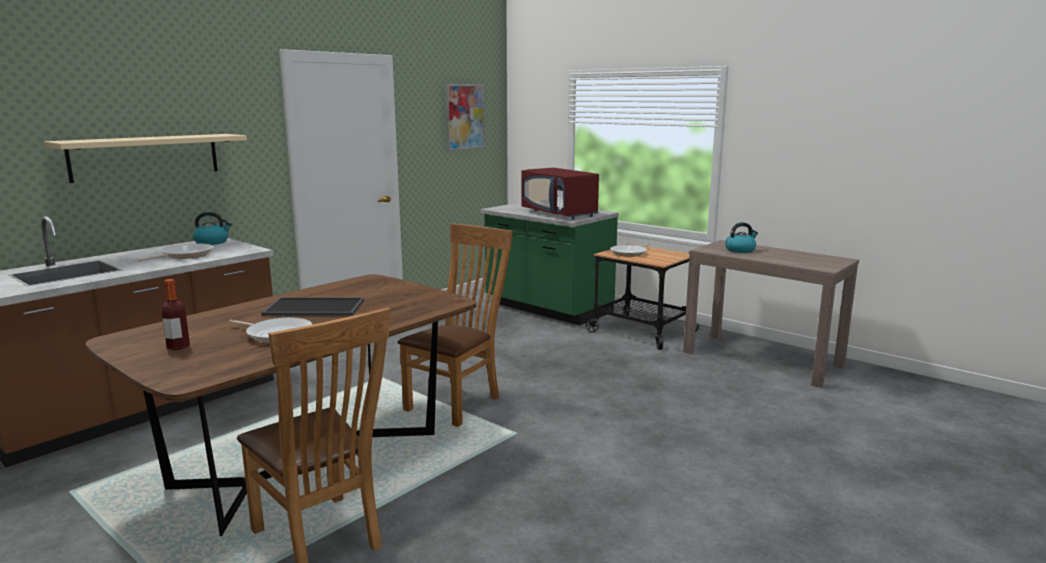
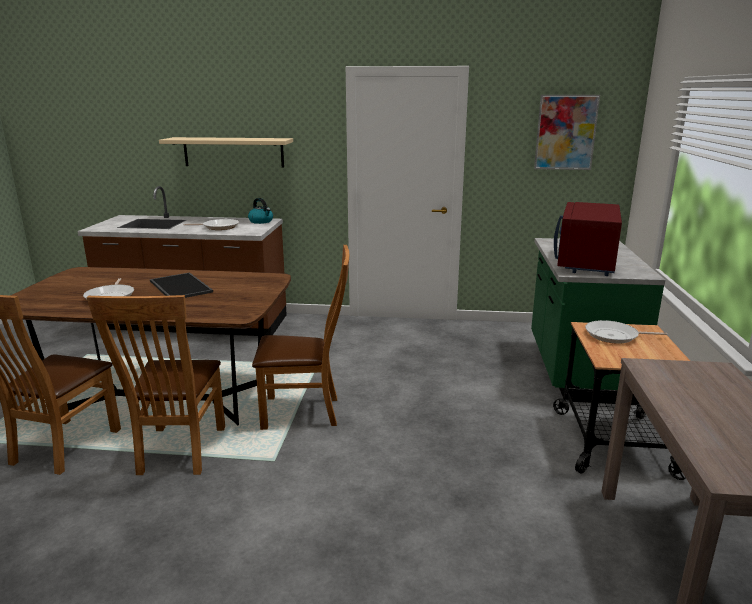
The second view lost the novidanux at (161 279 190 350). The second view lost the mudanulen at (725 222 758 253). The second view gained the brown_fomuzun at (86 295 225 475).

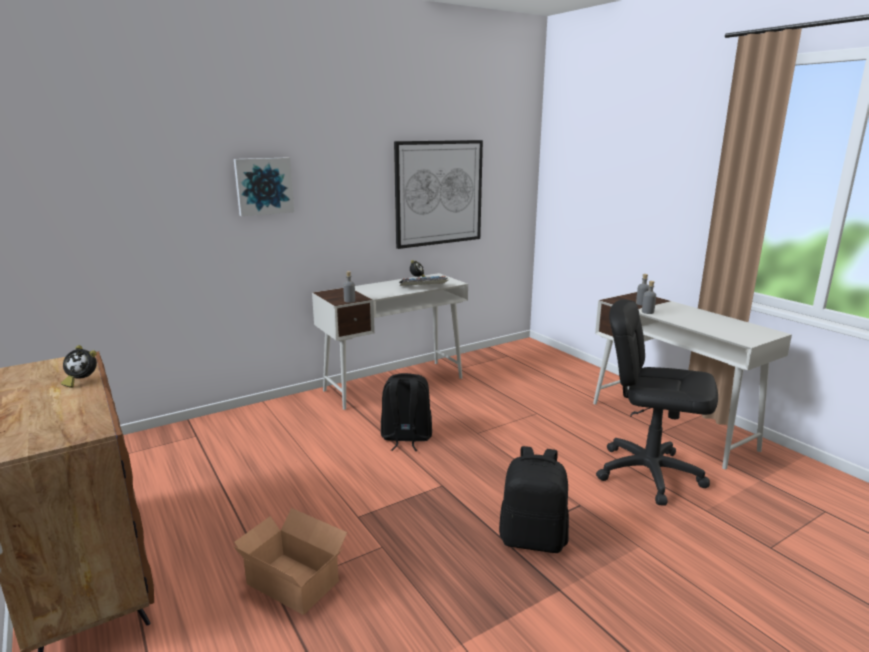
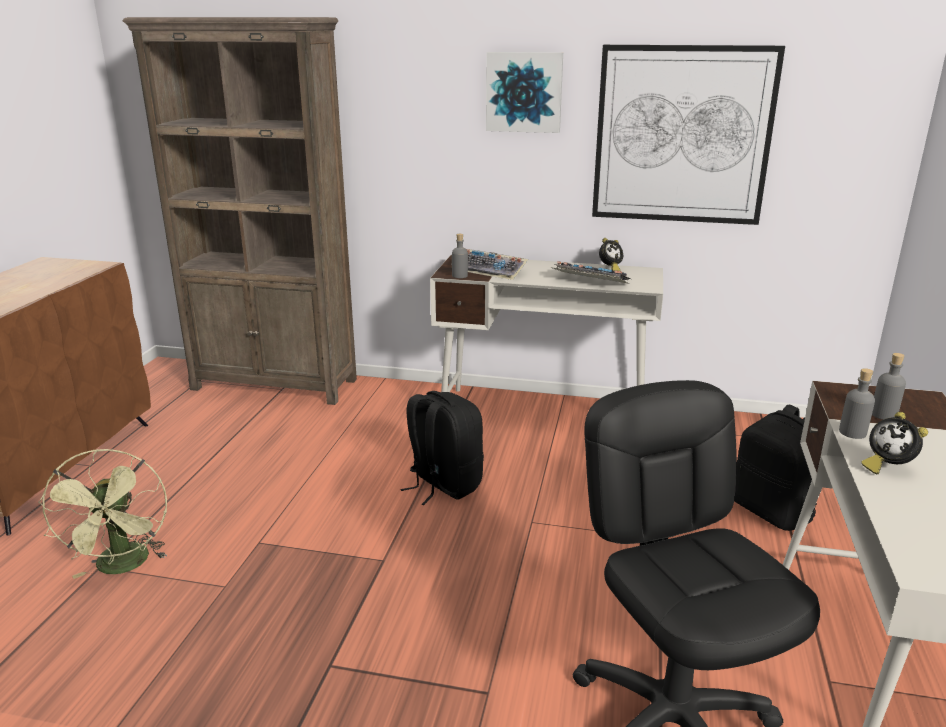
The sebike ended up elsewhere, having gone from (61 345 97 388) to (861 412 928 474). Where the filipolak stood at (233 508 347 615), the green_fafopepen came to stand at (38 449 167 579). The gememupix ended up elsewhere, having gone from (234 157 294 216) to (486 52 563 133). The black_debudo ended up elsewhere, having gone from (499 446 569 553) to (734 405 817 531). The second view gained the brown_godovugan at (123 17 357 405). The second view gained the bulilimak at (451 249 528 280).

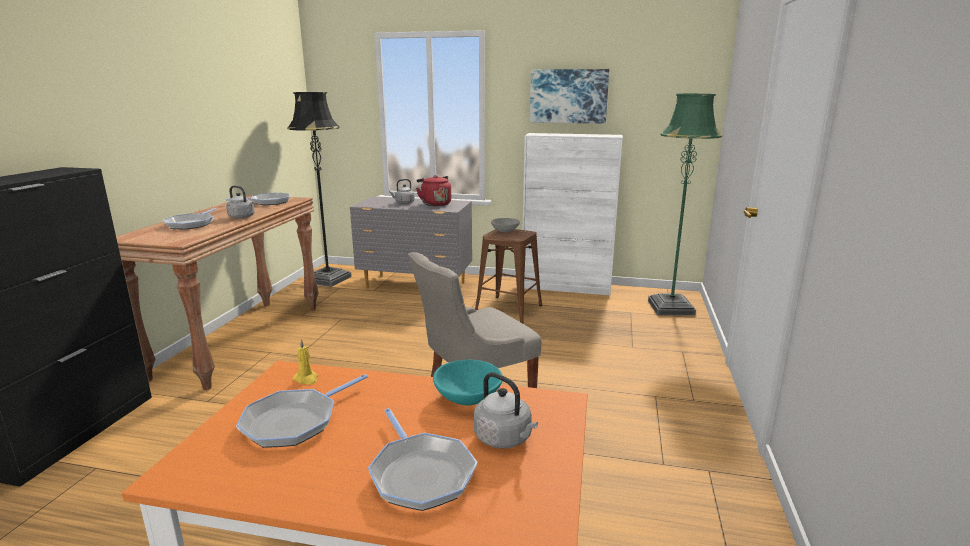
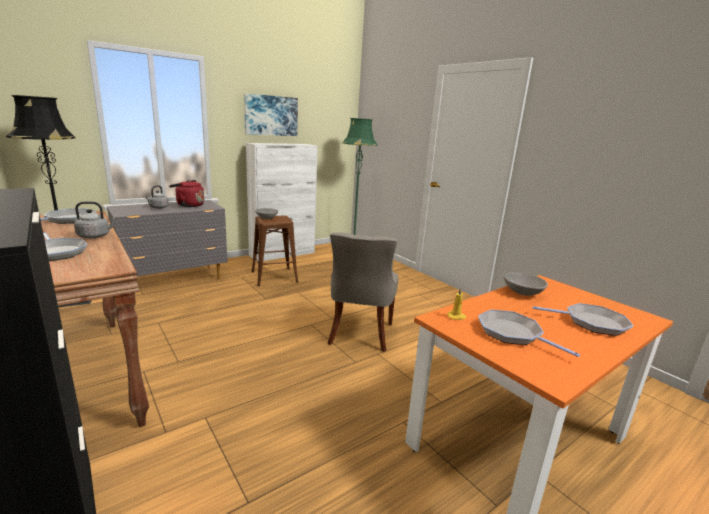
The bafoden at (236 374 368 448) ended up facing another way, 150 degrees clockwise from before. What was the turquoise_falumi at (433 360 502 405) turned into the grey_falumi at (504 272 548 296). The second view lost the grey_mudanulen at (474 372 538 448).

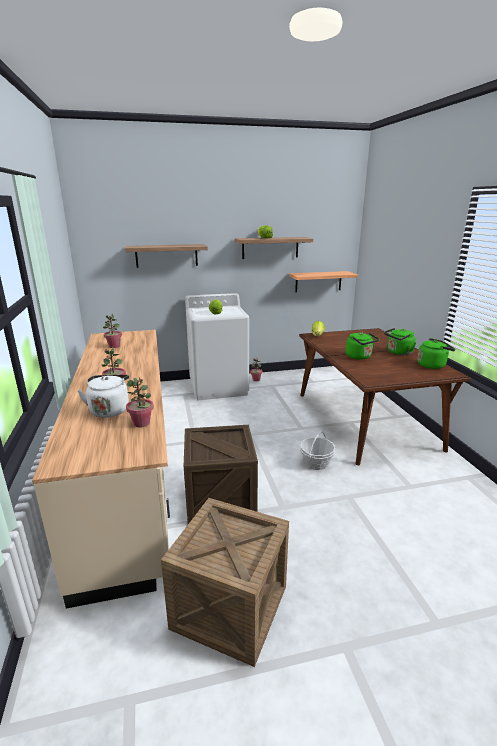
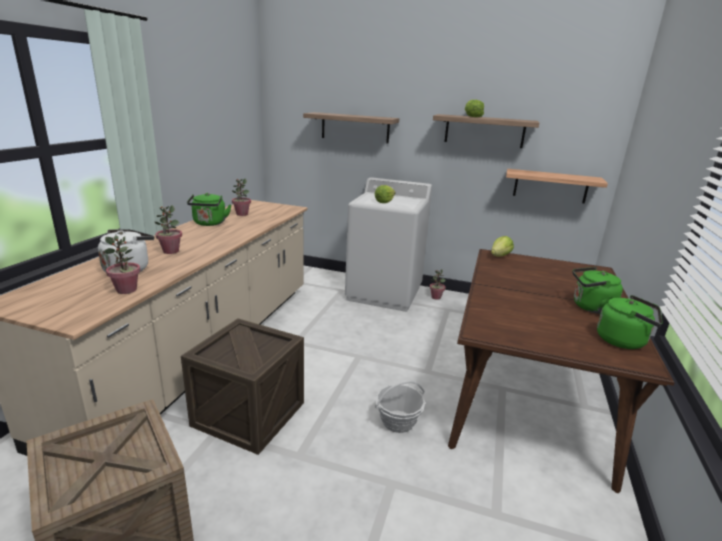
The green_mudanulen ended up elsewhere, having gone from (346 332 379 360) to (187 193 231 226).

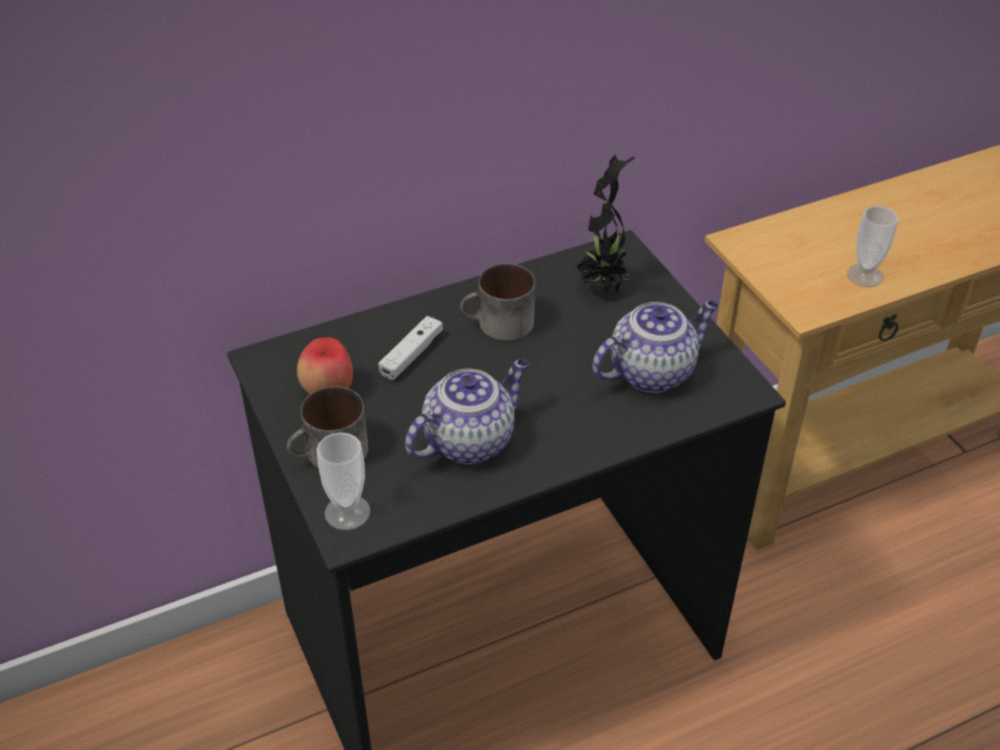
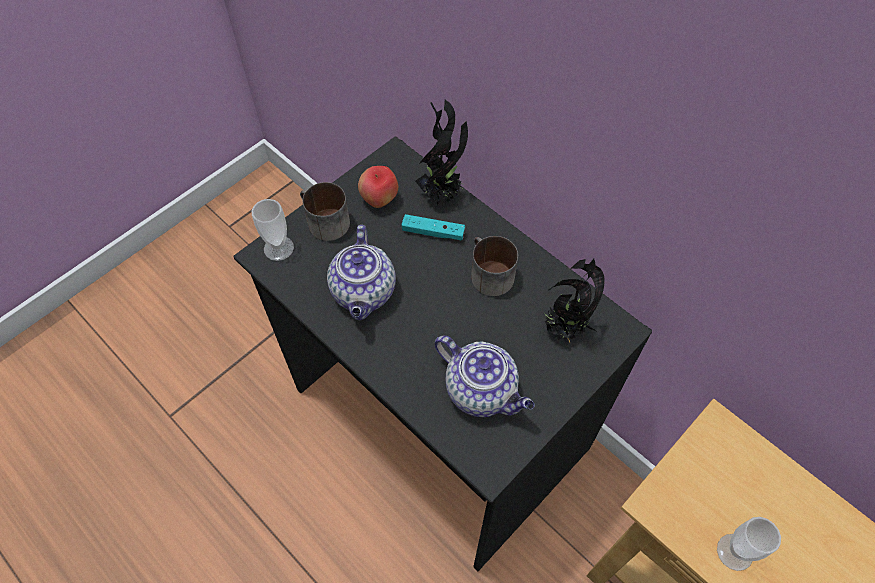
What was the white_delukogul at (378 316 443 380) turned into the turquoise_delukogul at (401 214 465 241). The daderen at (405 359 529 464) ended up facing another way, 60 degrees clockwise from before. The second view gained the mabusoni at (415 99 468 205).

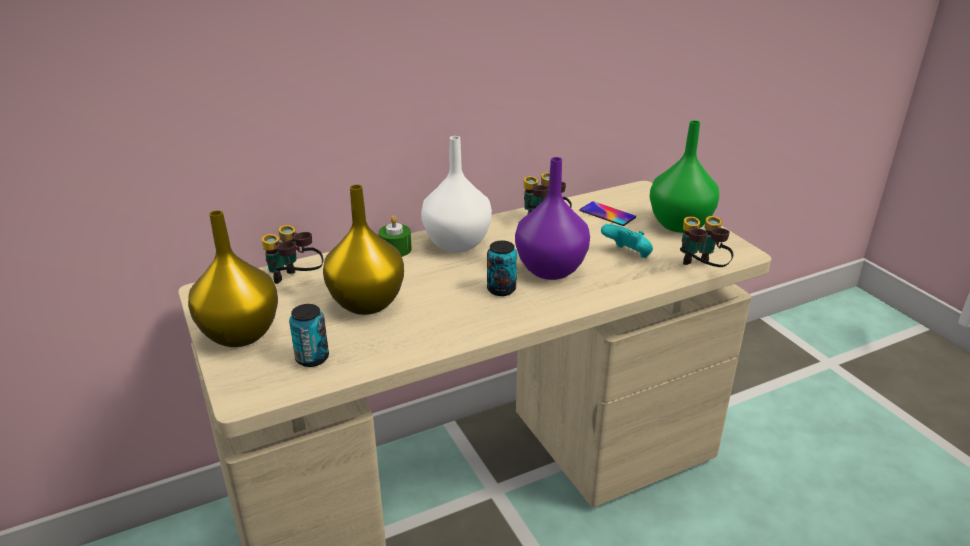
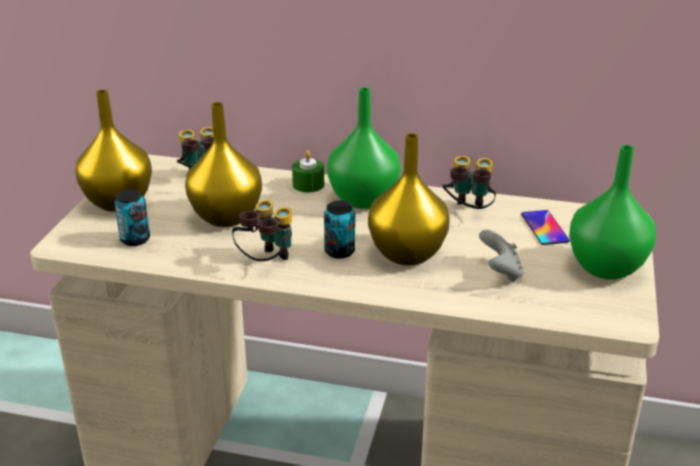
What was the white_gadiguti at (421 136 492 253) turned into the green_gadiguti at (327 88 401 209). What was the purple_gadiguti at (515 157 590 280) turned into the yellow_gadiguti at (368 133 450 265). What was the turquoise_delukogul at (601 224 653 258) turned into the grey_delukogul at (479 229 524 282). The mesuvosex ended up elsewhere, having gone from (680 216 733 267) to (232 200 292 261).

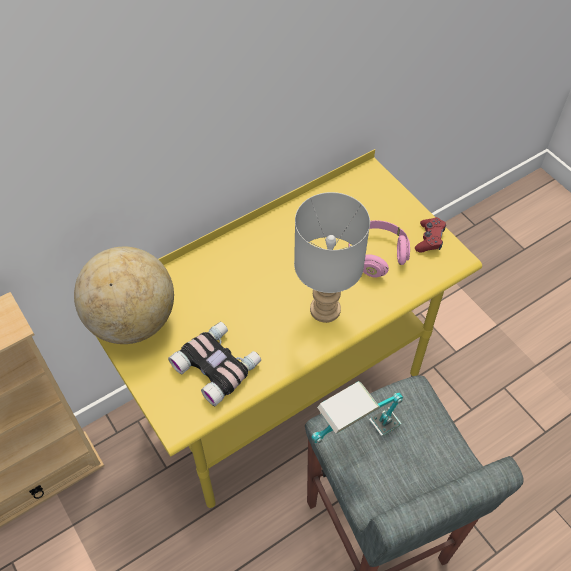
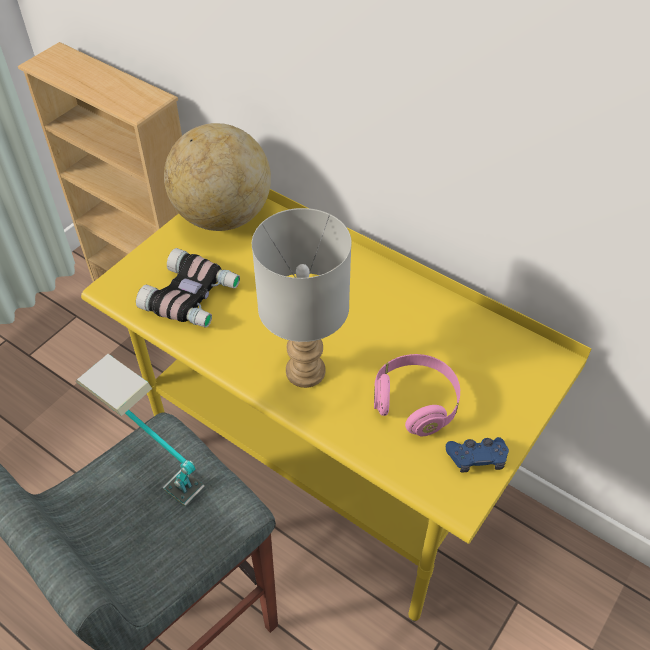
What was the red_delukogul at (415 217 446 252) turned into the blue_delukogul at (446 437 509 472).

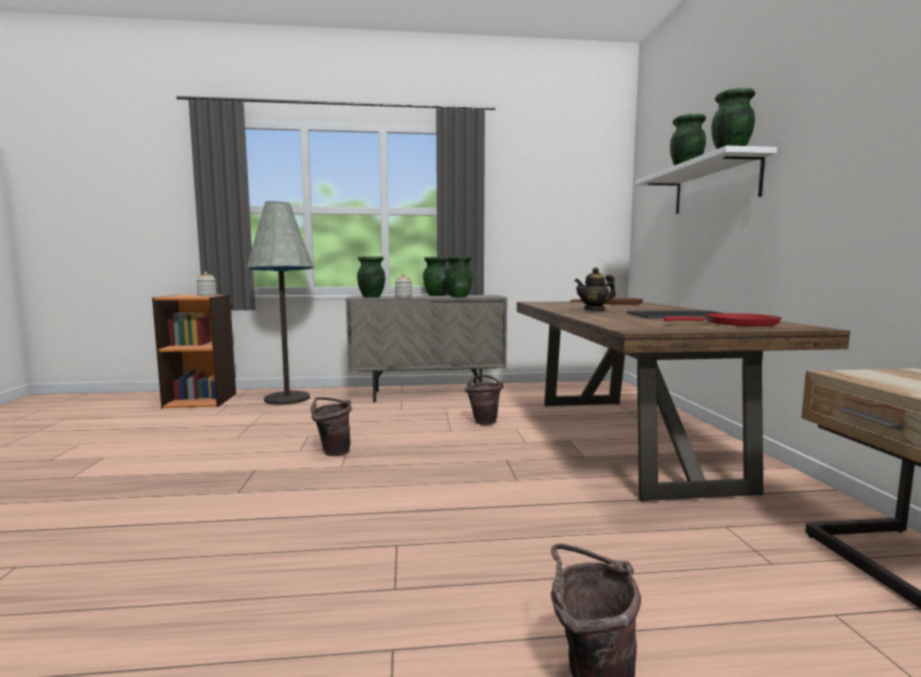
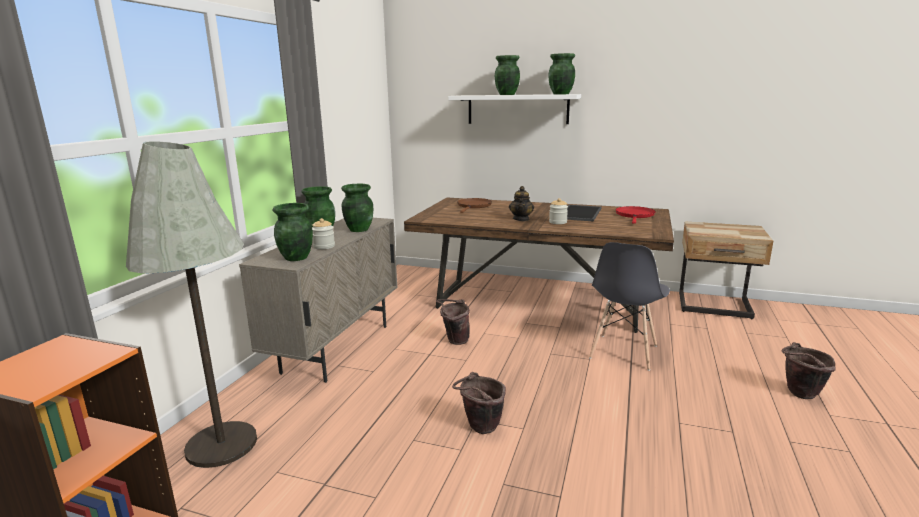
The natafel ended up elsewhere, having gone from (196 272 217 296) to (549 198 568 224). The second view gained the grey_fomuzun at (589 242 670 371).

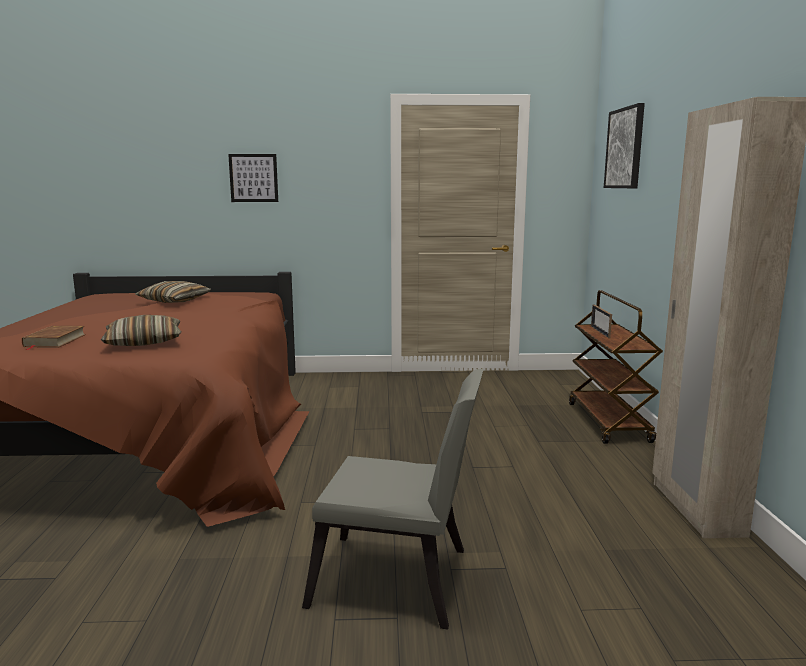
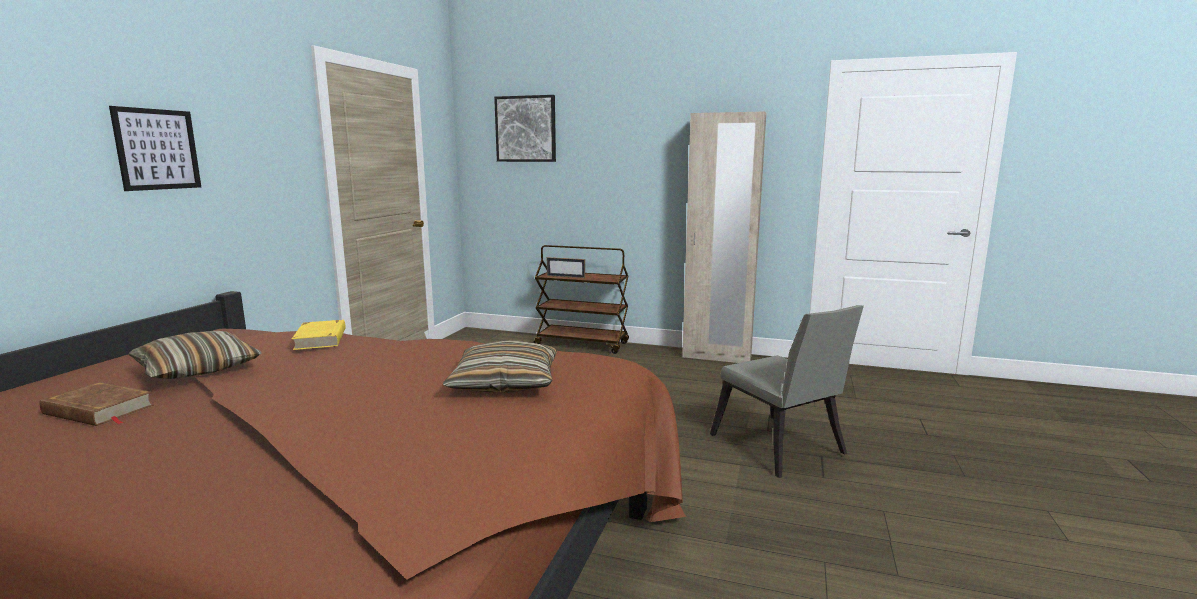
The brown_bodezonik ended up elsewhere, having gone from (22 326 86 350) to (39 382 154 426). The grey_fomuzun at (302 369 484 630) ended up facing another way, 120 degrees clockwise from before. The second view gained the yellow_bodezonik at (292 320 346 350).

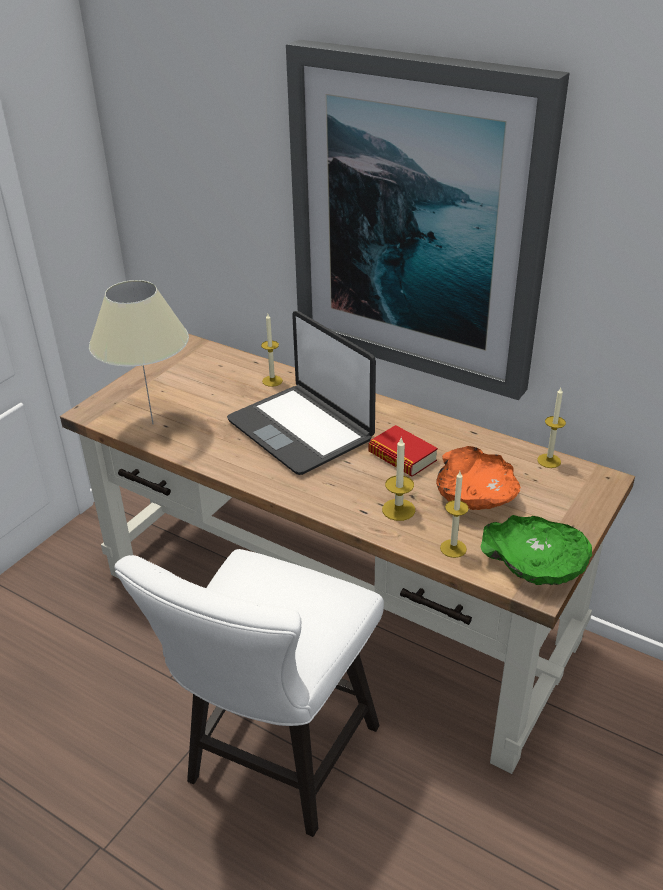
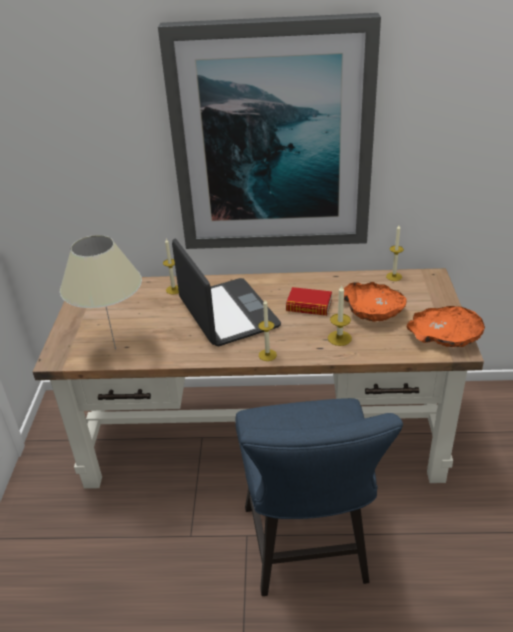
What was the white_fomuzun at (115 549 384 837) turned into the blue_fomuzun at (235 398 403 596). The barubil at (227 311 376 475) ended up facing another way, 135 degrees counterclockwise from before. The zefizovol ended up elsewhere, having gone from (440 471 469 558) to (258 300 277 361). What was the green_falumi at (481 515 592 585) turned into the orange_falumi at (407 306 485 347).

